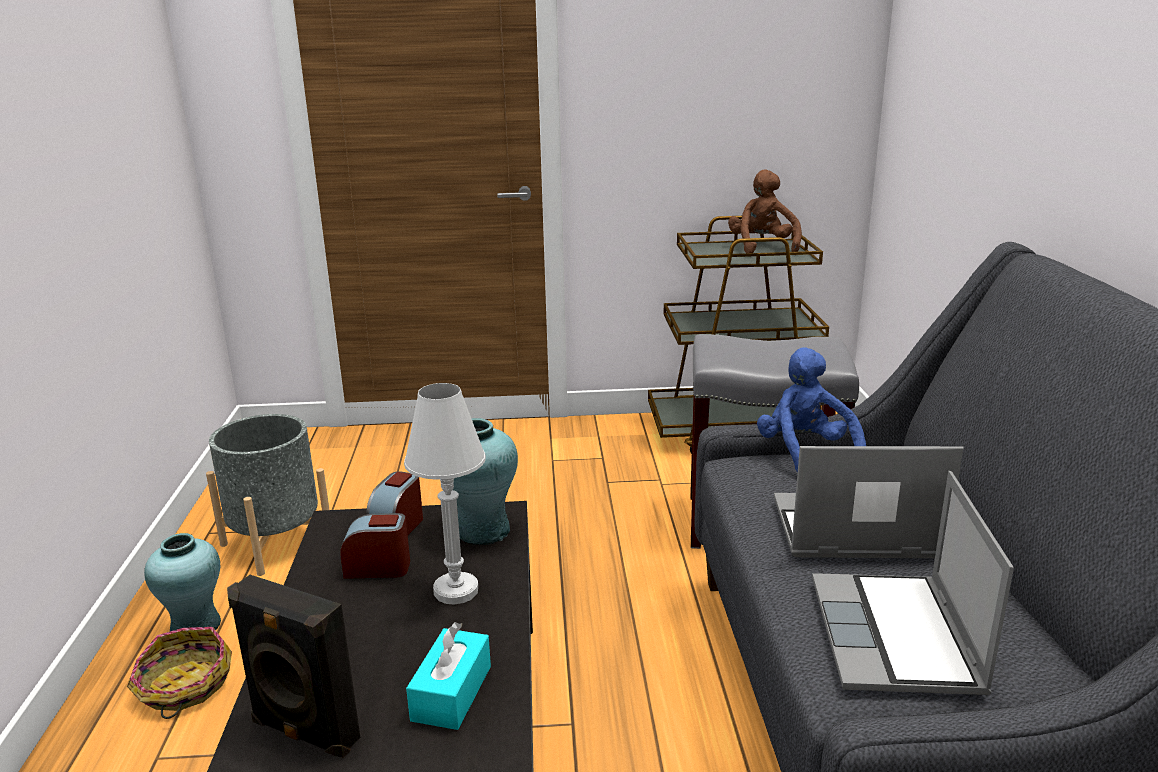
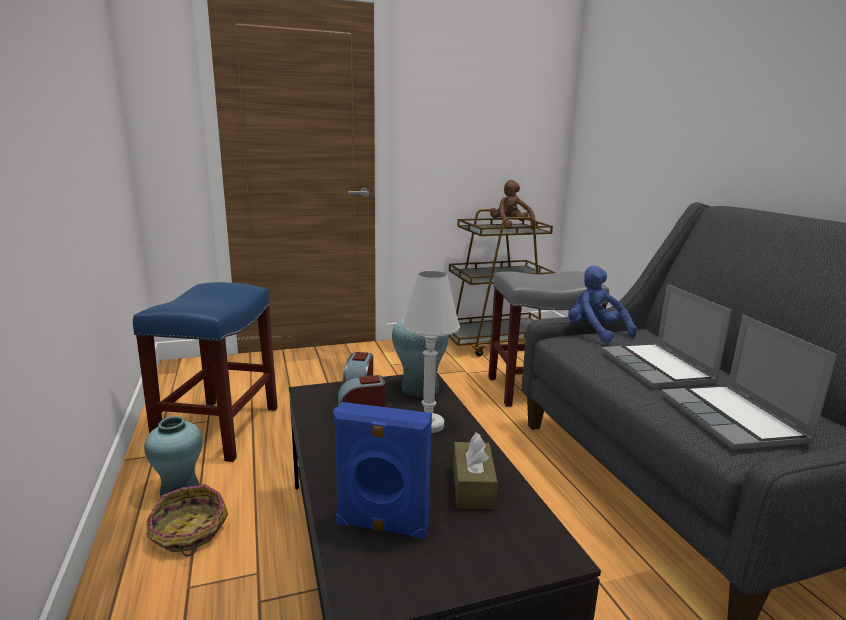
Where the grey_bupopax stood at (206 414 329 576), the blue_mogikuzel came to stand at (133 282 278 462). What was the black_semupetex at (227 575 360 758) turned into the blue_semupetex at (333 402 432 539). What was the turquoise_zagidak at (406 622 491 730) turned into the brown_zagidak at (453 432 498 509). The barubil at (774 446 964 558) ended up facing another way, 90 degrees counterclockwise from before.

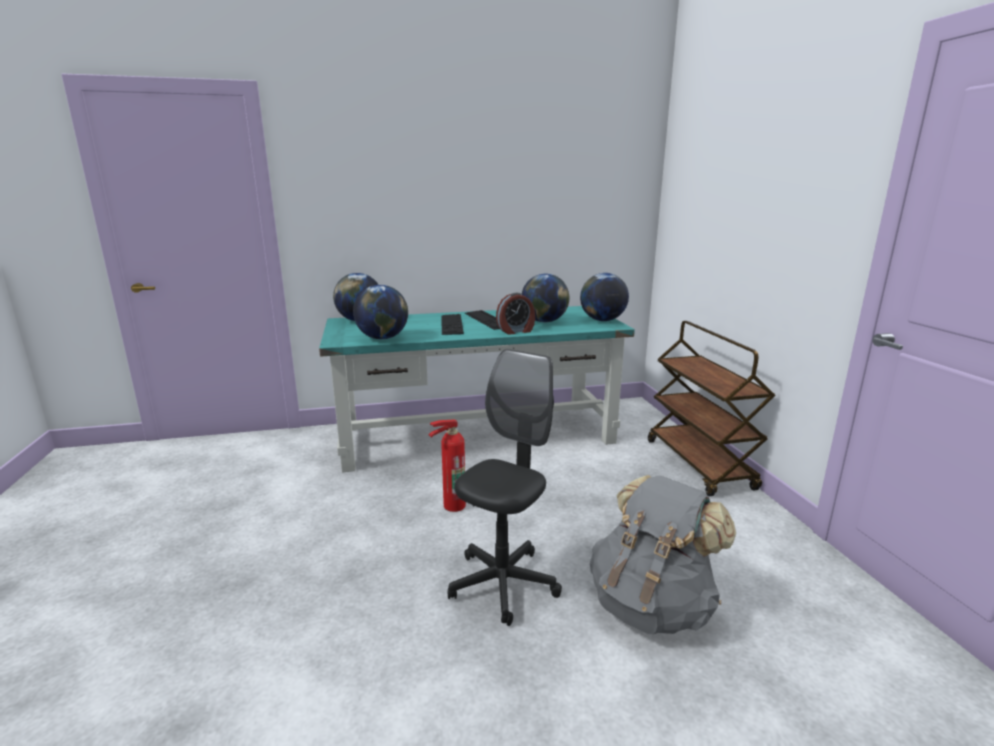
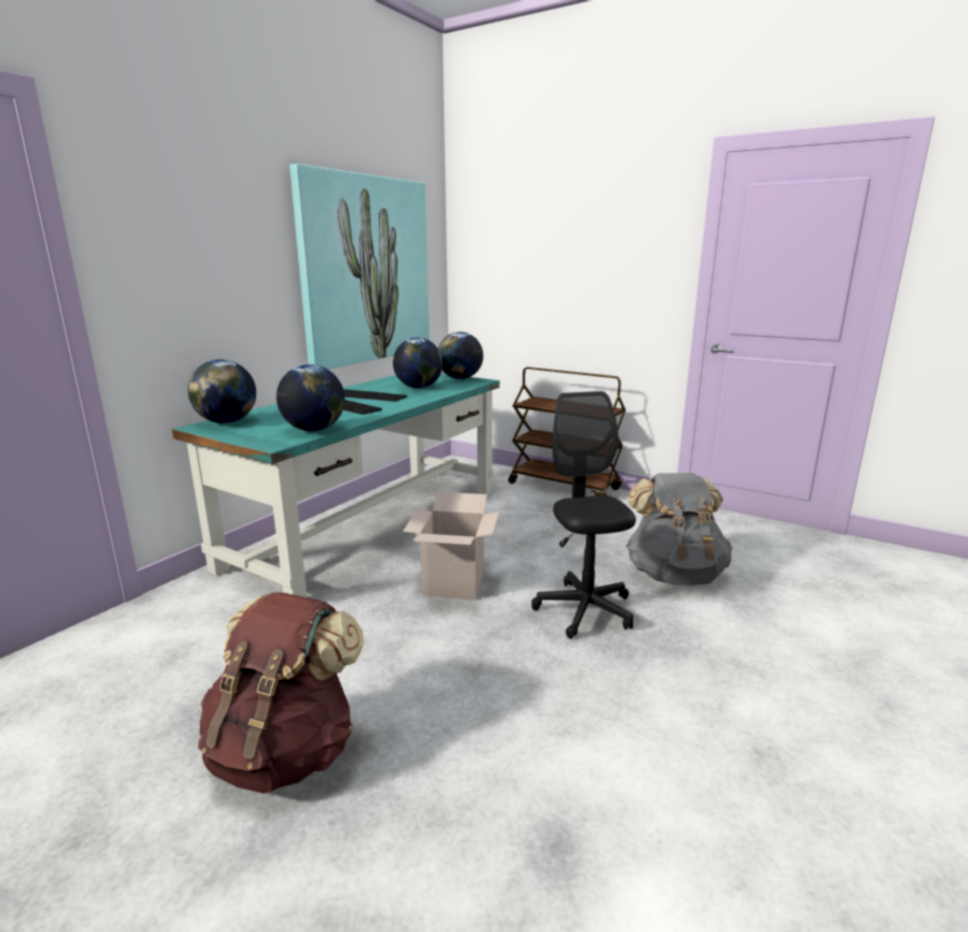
Where the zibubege stood at (429 420 466 512), the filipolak came to stand at (403 492 499 600). The second view lost the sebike at (496 293 535 335). The second view gained the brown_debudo at (198 592 364 794). The second view gained the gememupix at (290 164 430 369).

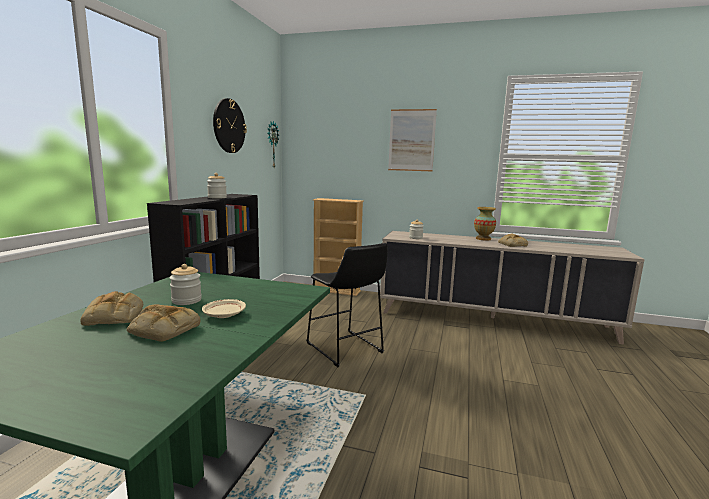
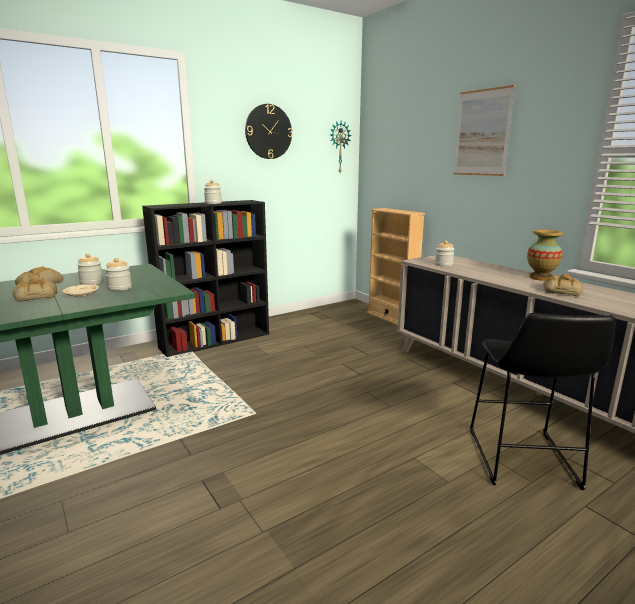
The black_mogikuzel ended up elsewhere, having gone from (306 243 388 368) to (470 313 615 490). The second view gained the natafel at (105 258 132 291).

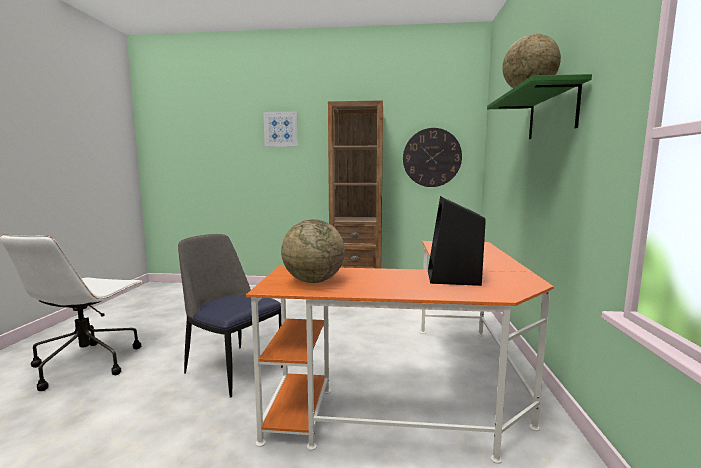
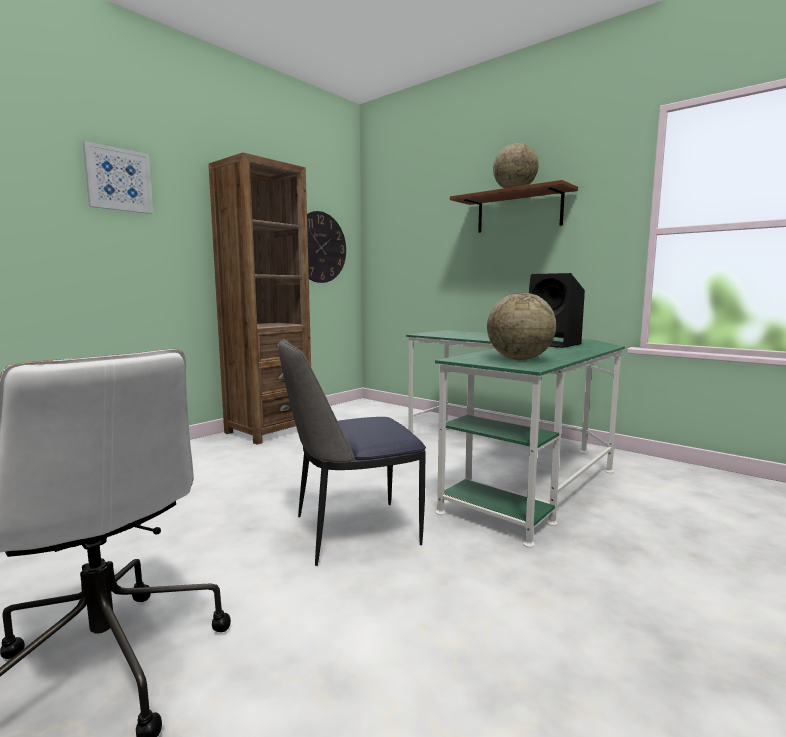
What was the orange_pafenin at (246 241 554 464) turned into the green_pafenin at (406 330 625 548). What was the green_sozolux at (487 74 592 139) turned into the brown_sozolux at (450 180 578 233).

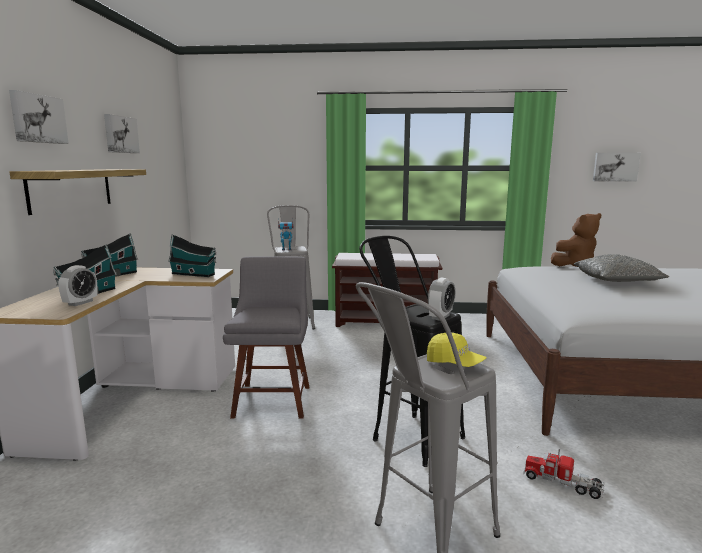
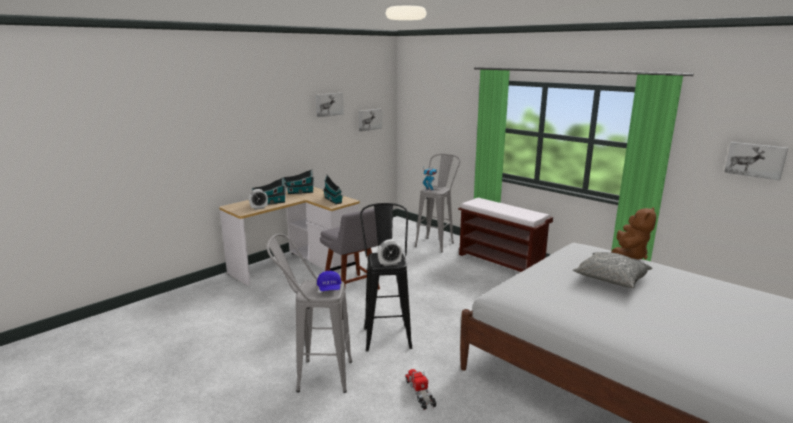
The gememupix ended up elsewhere, having gone from (9 90 69 144) to (359 109 382 132). The second view lost the sozolux at (9 169 146 215). The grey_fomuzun at (223 256 309 419) ended up facing another way, 105 degrees clockwise from before. What was the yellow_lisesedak at (427 333 487 367) turned into the blue_lisesedak at (317 271 341 291). The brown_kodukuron at (551 213 601 267) ended up facing another way, 75 degrees counterclockwise from before.

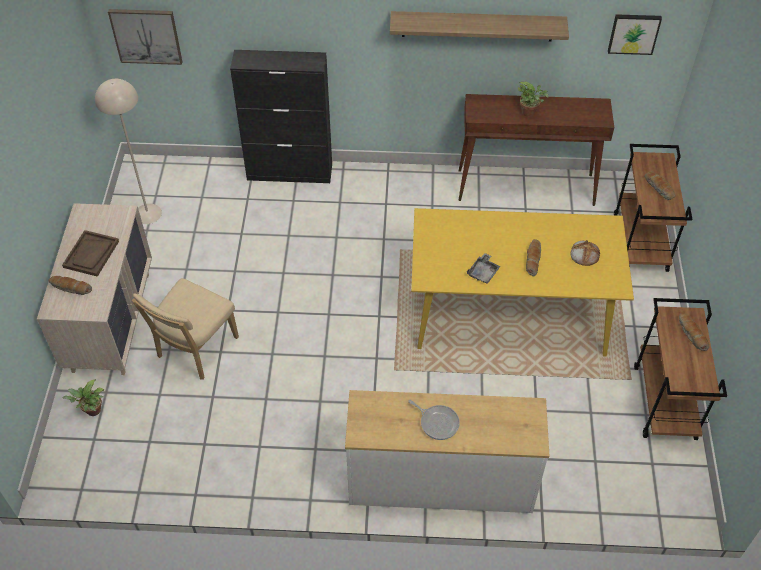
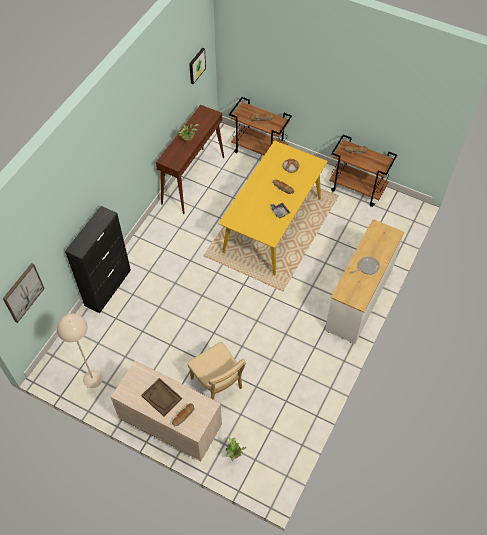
The second view lost the sozolux at (390 11 569 42).

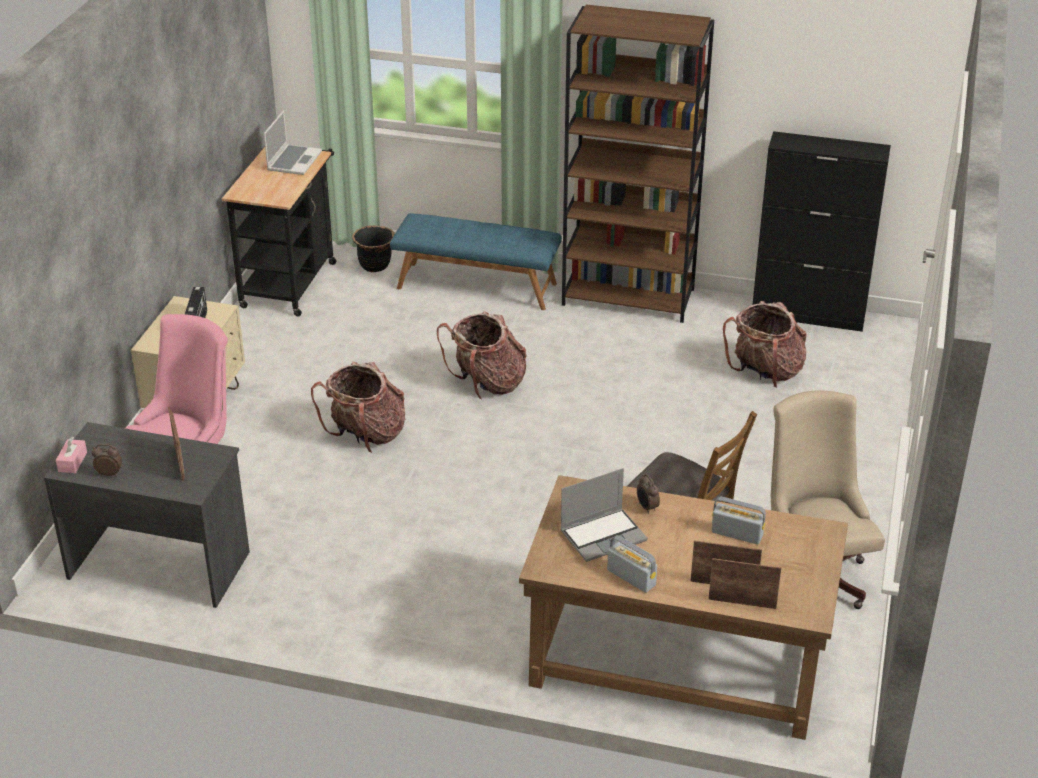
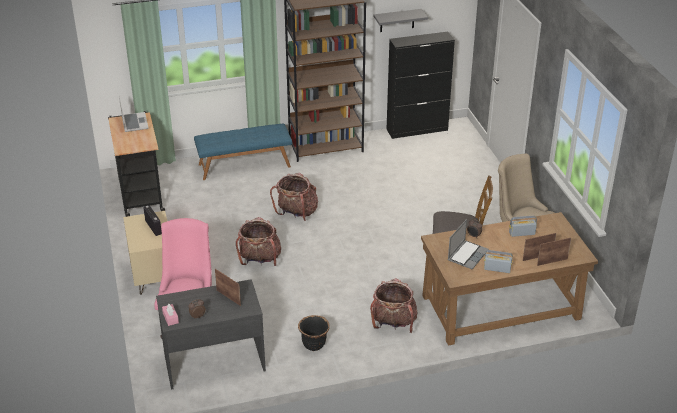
The black_bupopax ended up elsewhere, having gone from (352 225 395 272) to (298 315 330 351). The debudo ended up elsewhere, having gone from (723 301 806 388) to (370 278 417 333). The second view gained the grey_sozolux at (373 9 428 32).

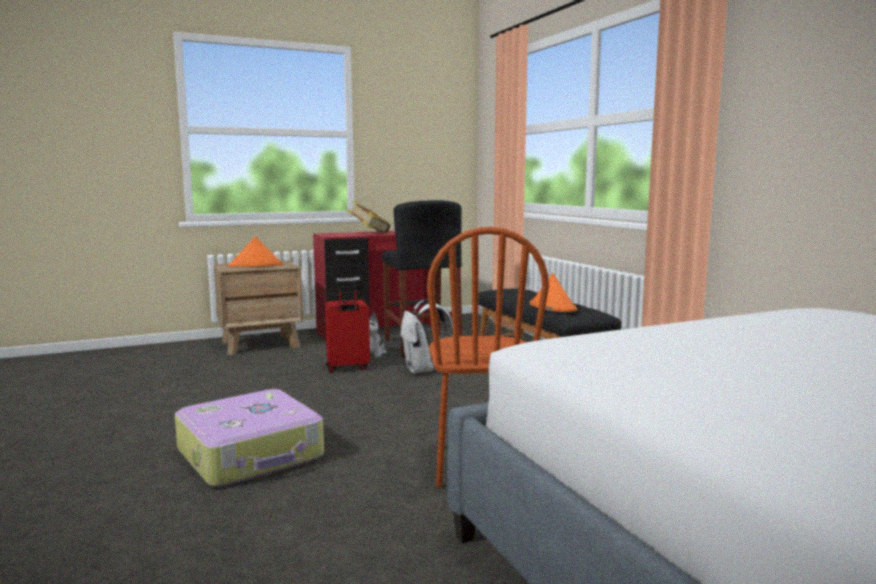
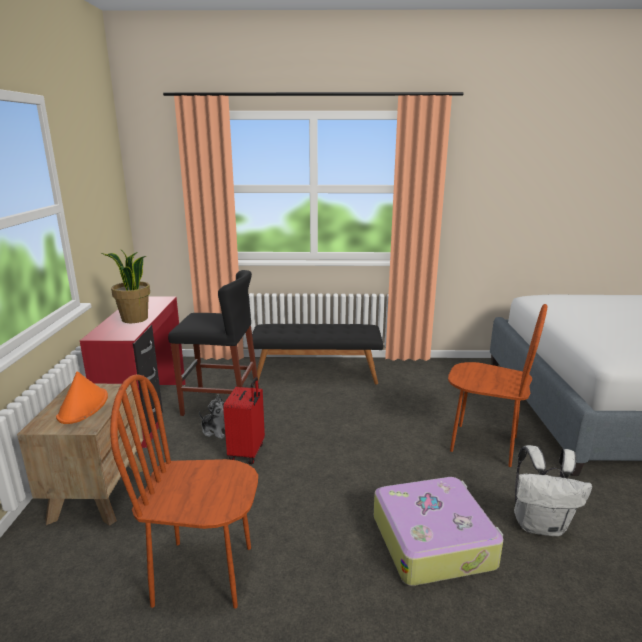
Where the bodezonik stood at (347 201 391 234), the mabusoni came to stand at (102 250 150 323). The white_debudo ended up elsewhere, having gone from (401 299 453 374) to (514 445 592 536). The second view lost the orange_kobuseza at (530 273 577 312). The second view gained the brown_fomuzun at (110 374 258 609).

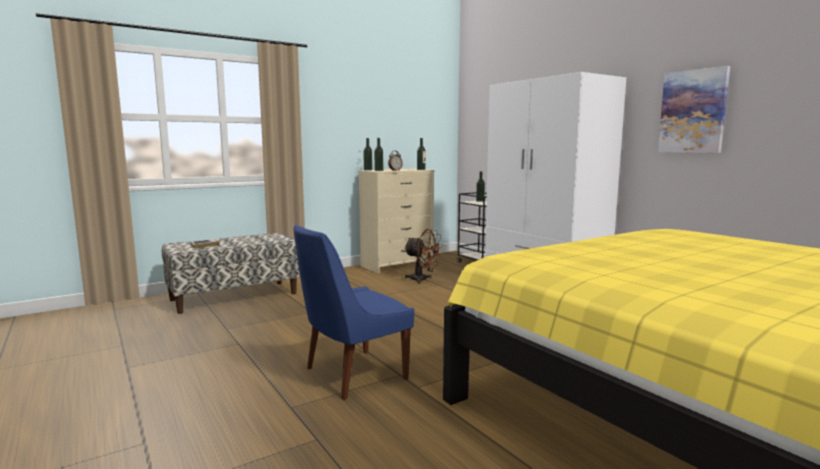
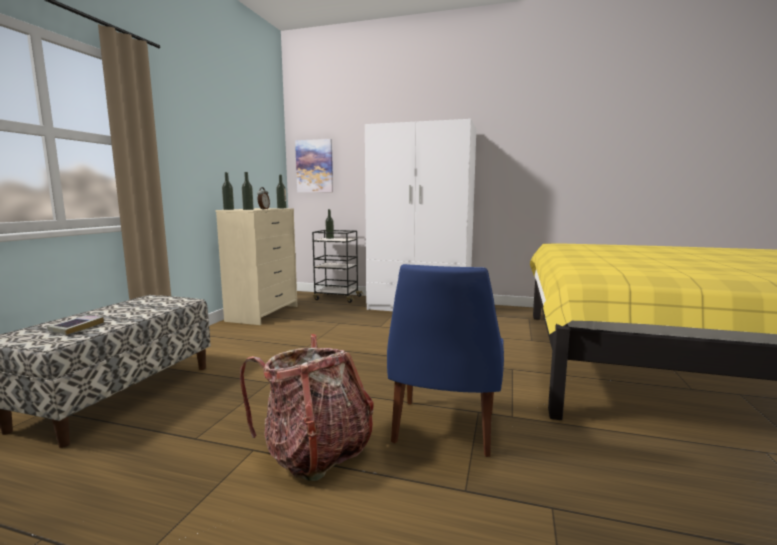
The second view lost the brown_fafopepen at (404 229 443 284). The gememupix ended up elsewhere, having gone from (658 66 730 153) to (295 139 333 192). The second view gained the debudo at (240 334 374 481).

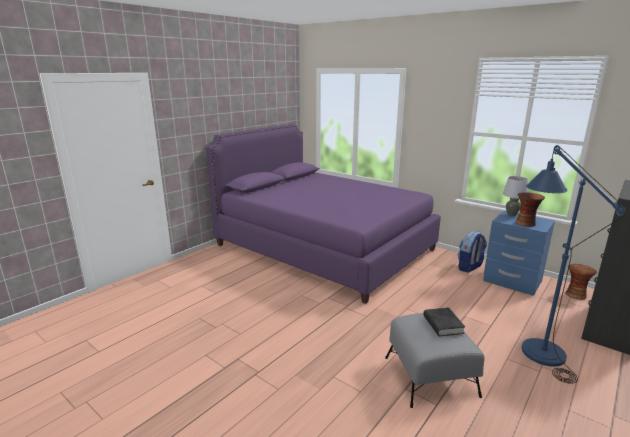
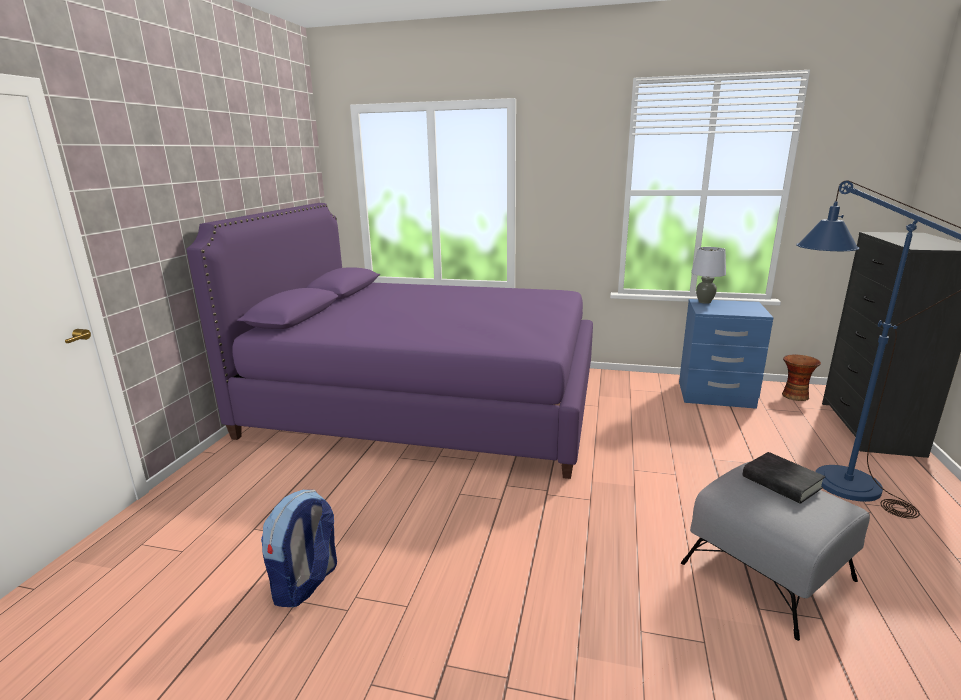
The debudo ended up elsewhere, having gone from (458 231 487 273) to (261 490 337 607). The second view lost the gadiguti at (516 192 545 227).

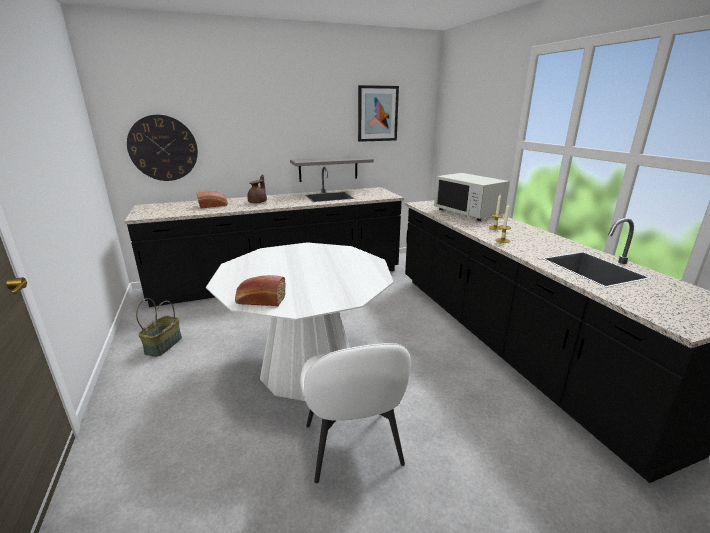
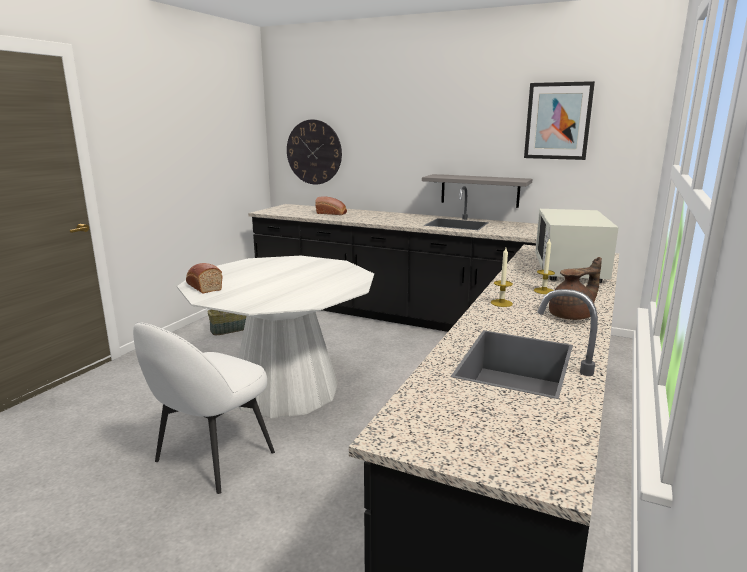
The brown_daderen ended up elsewhere, having gone from (247 175 267 203) to (549 257 602 320).

